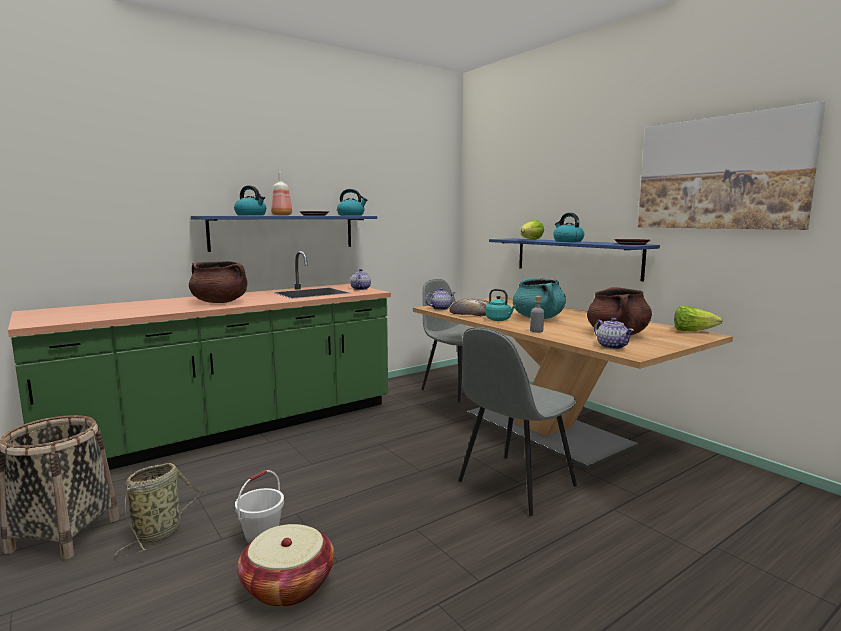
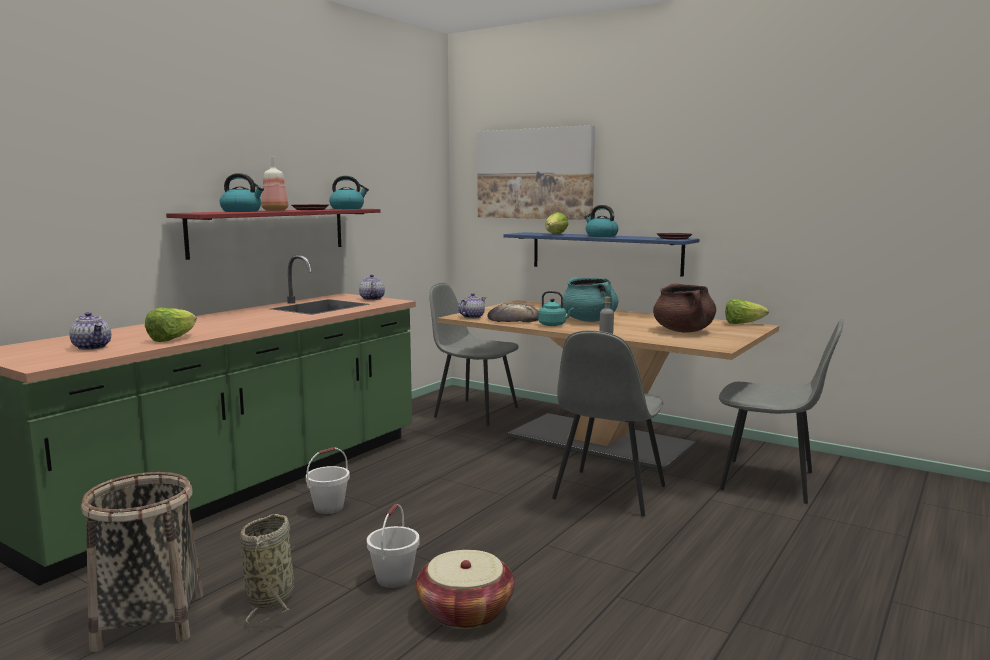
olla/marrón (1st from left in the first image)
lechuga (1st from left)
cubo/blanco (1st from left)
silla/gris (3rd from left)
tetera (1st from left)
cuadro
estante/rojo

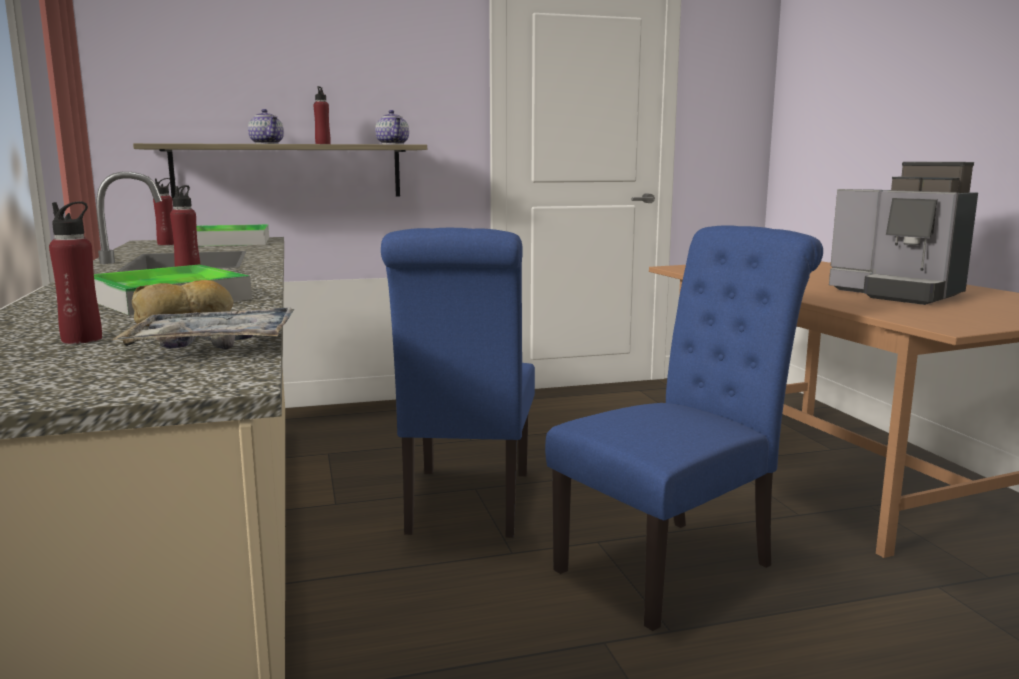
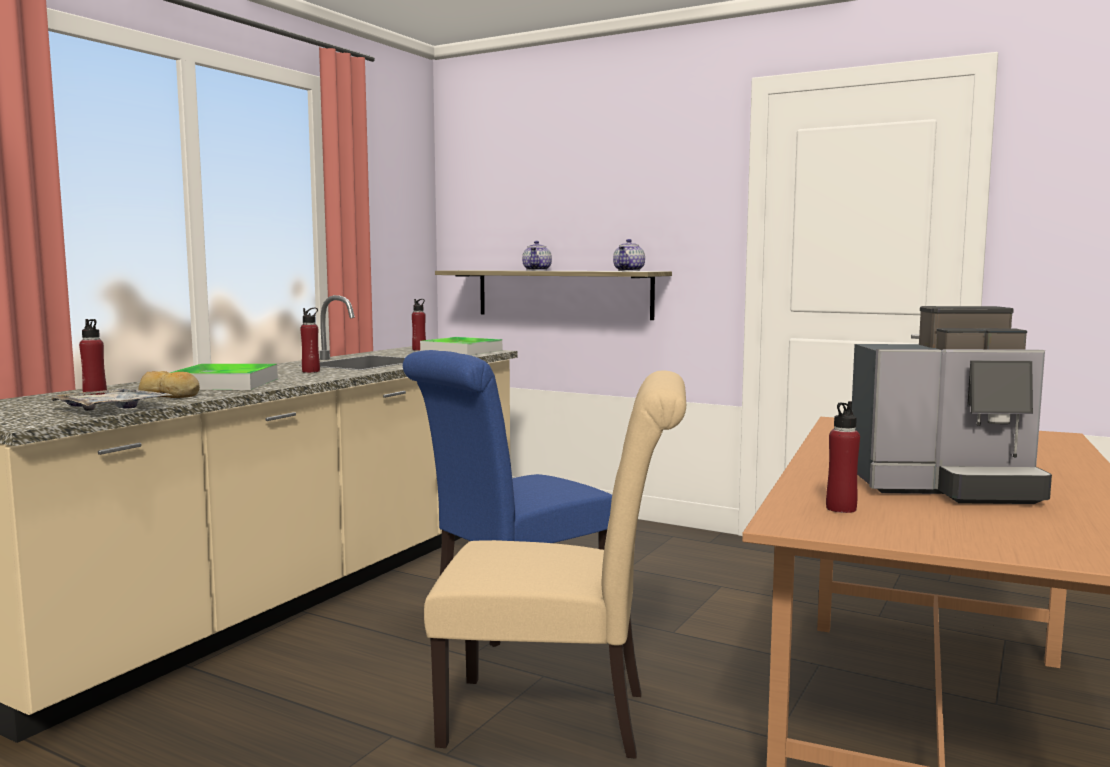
botella/rojo (4th from left)
silla/beis
cafetera

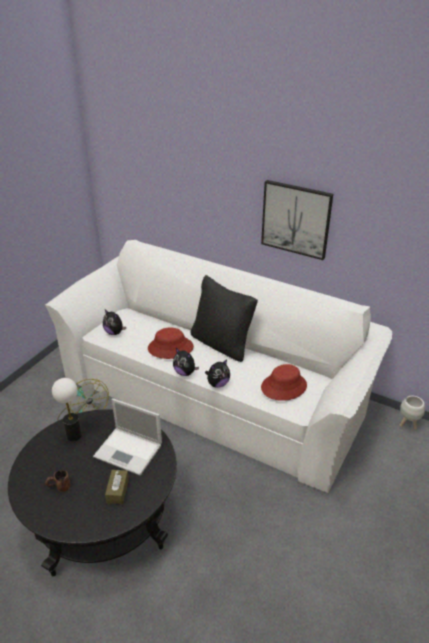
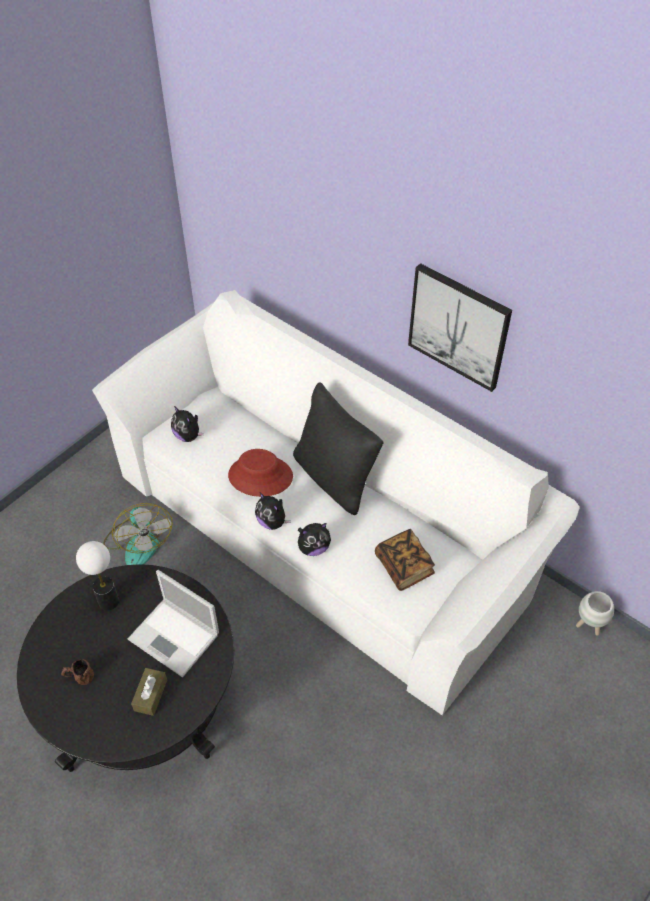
libro

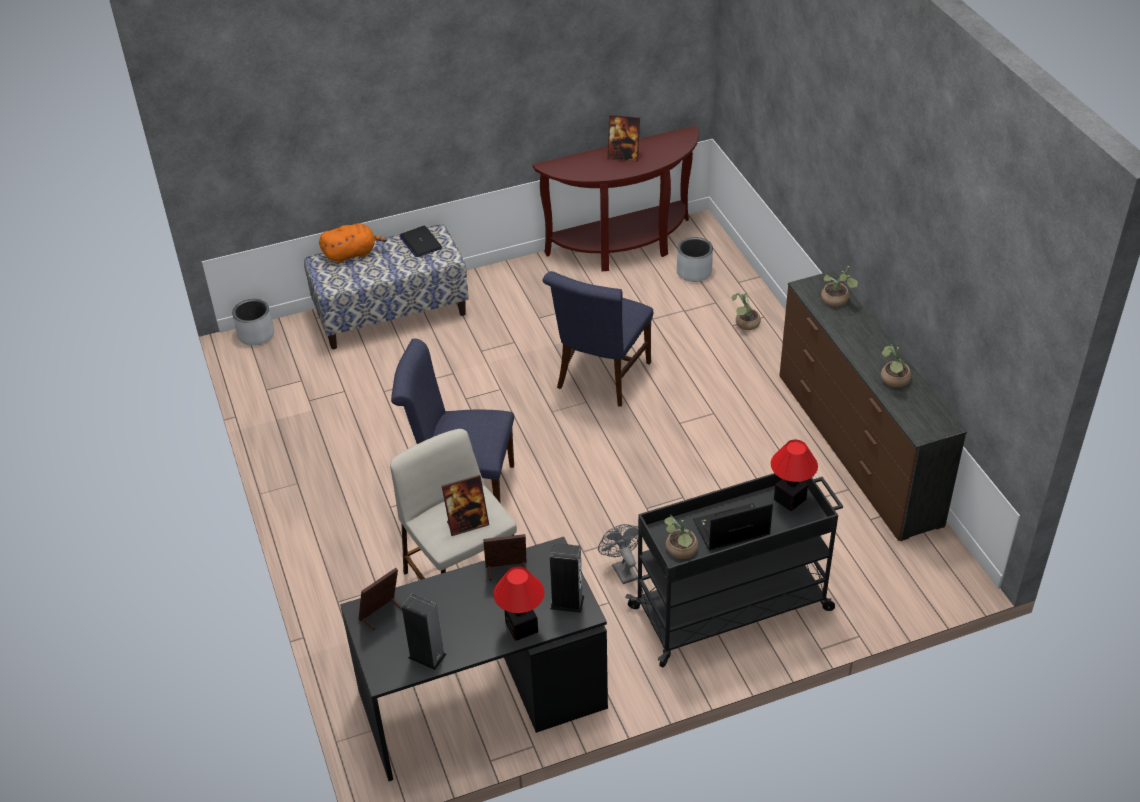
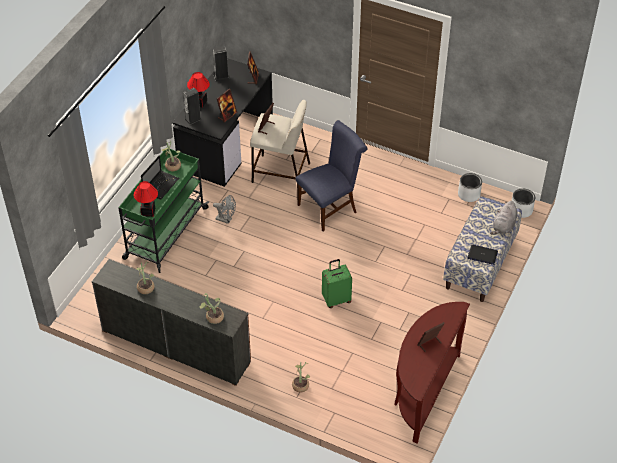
maceta/gris (1st from left)
maleta/verde
peluche/gris
carrito/verde

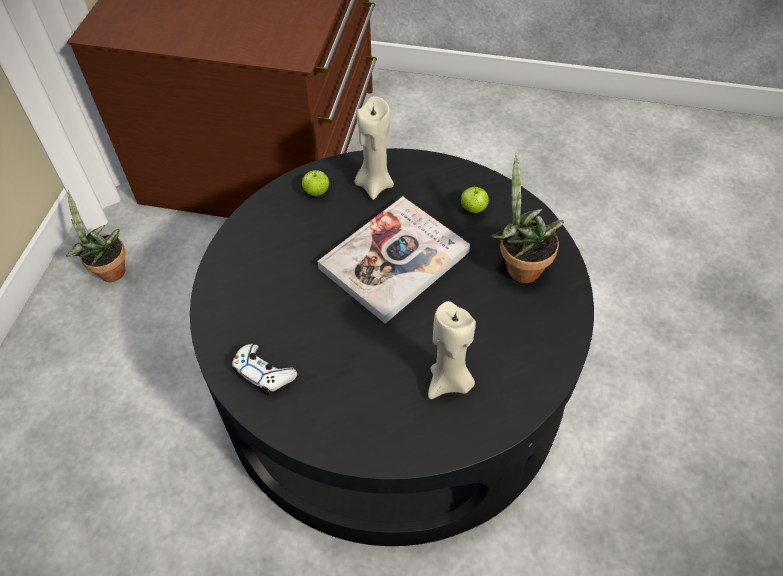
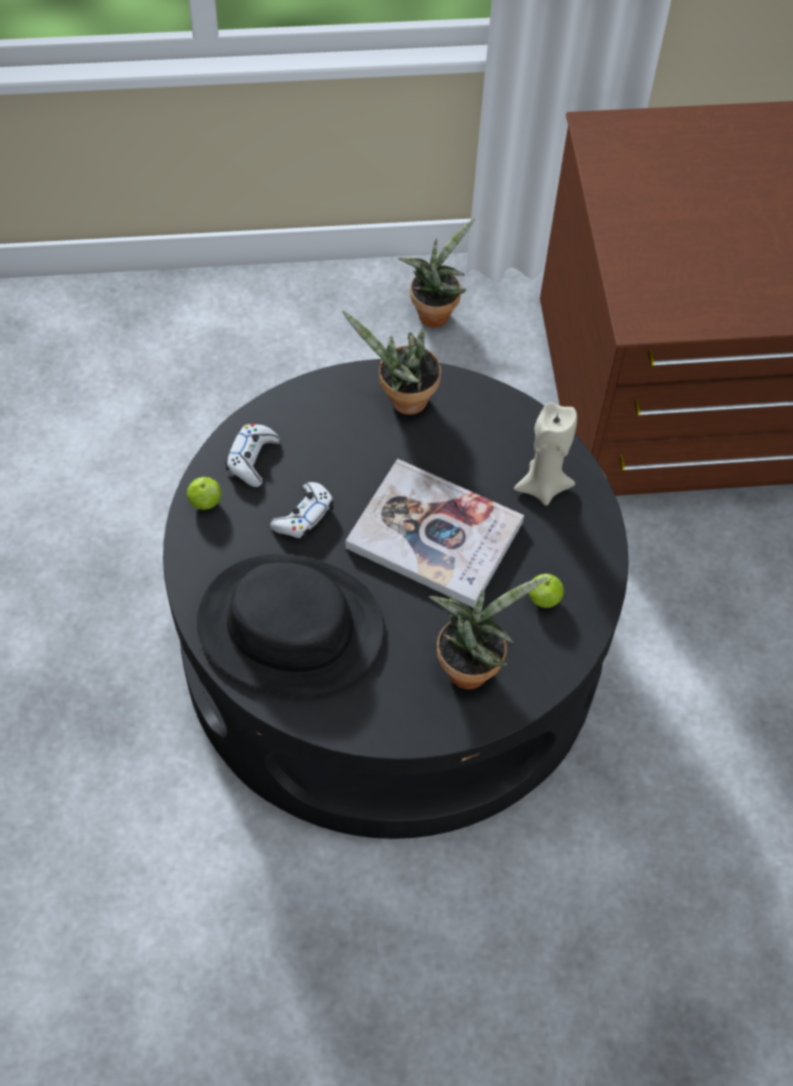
mando de consola/blanco (2nd from left)
planta en maceta (1st from left)
manzana (1st from left)
sombrero/negro

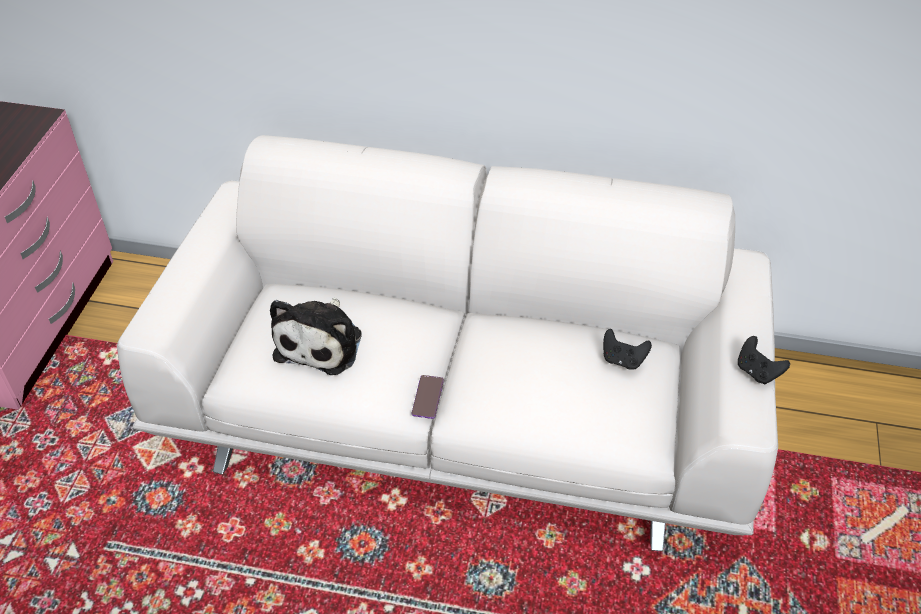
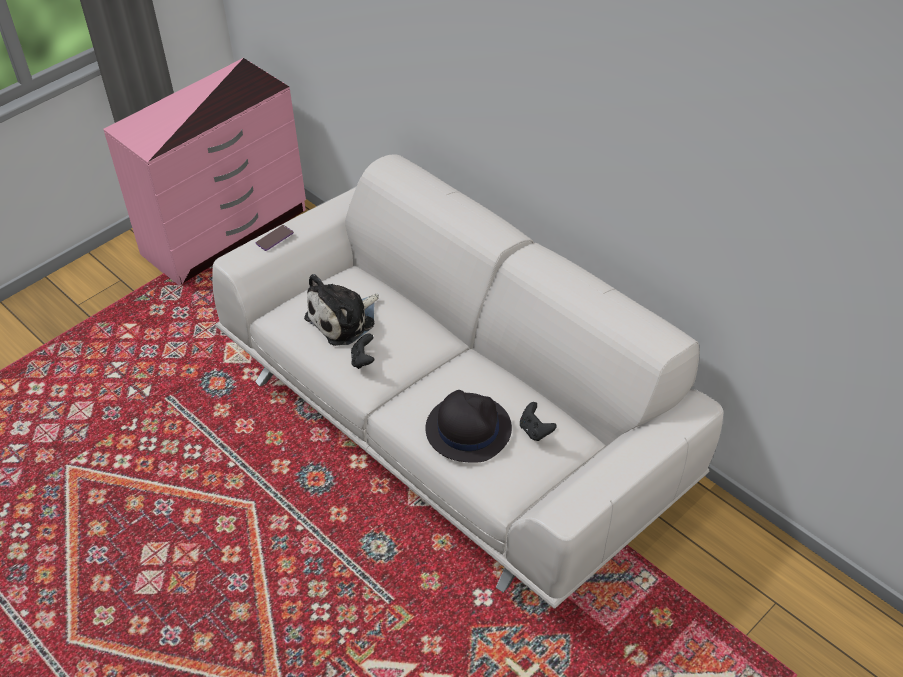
sombrero/negro
móvil
mando de consola/negro (1st from left)

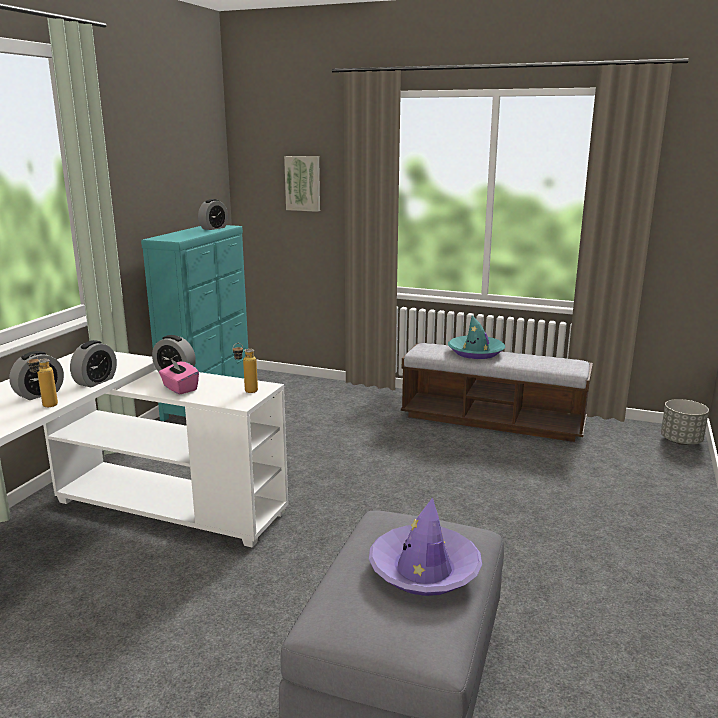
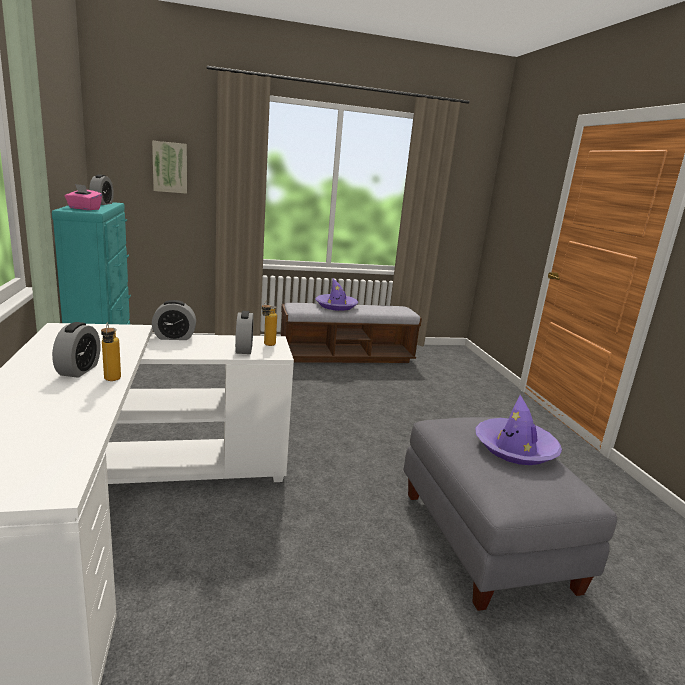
maceta/gris
despertador (4th from left)
caja de pañuelos/rosa
sombrero/morado (1st from left)

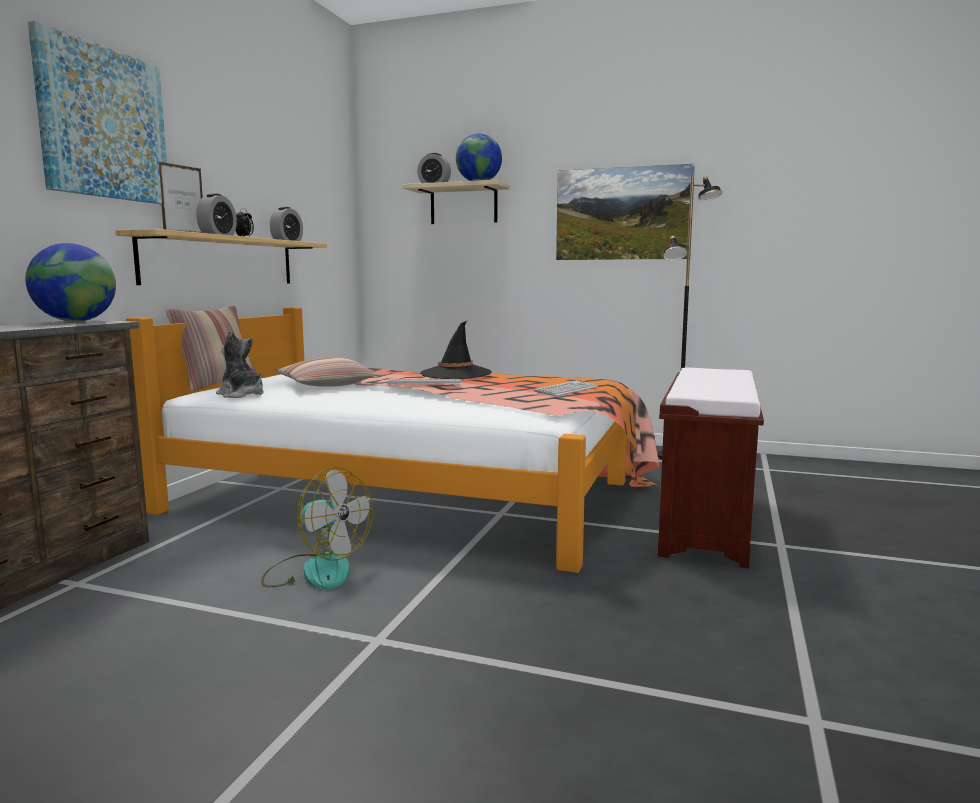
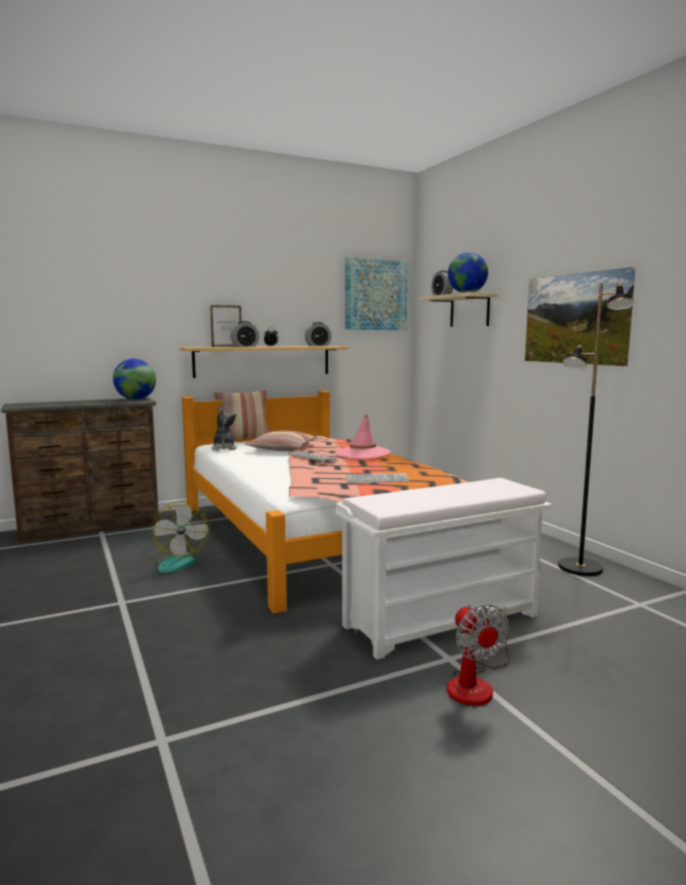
ventilador (2nd from left)
cuadro (1st from left)
sombrero/rosa
banco/blanco

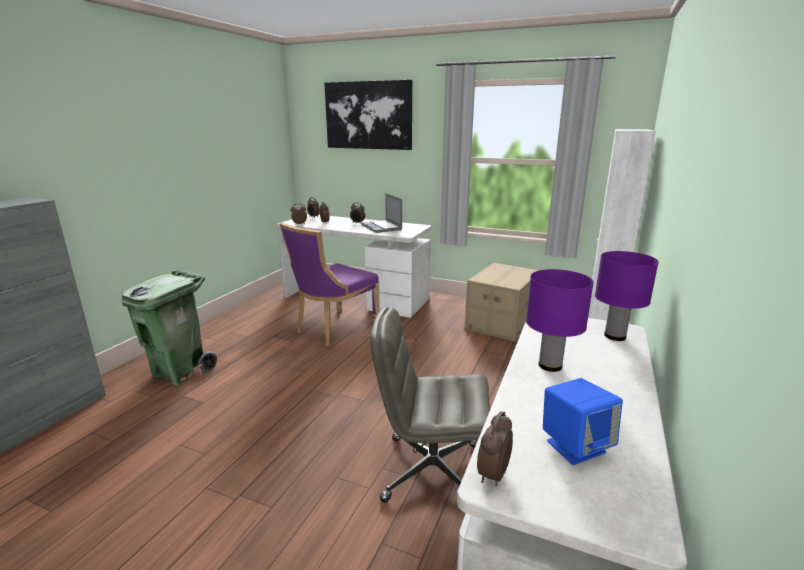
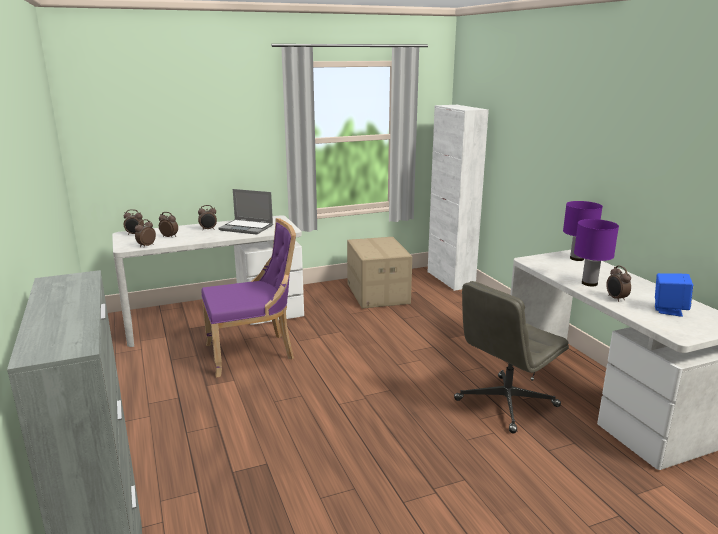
papelera/verde
cuadro
despertador (5th from left)
silla/morado

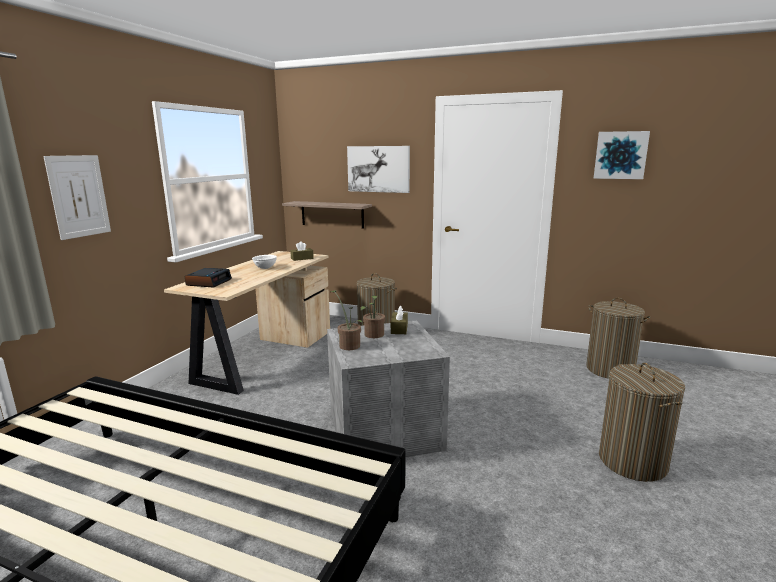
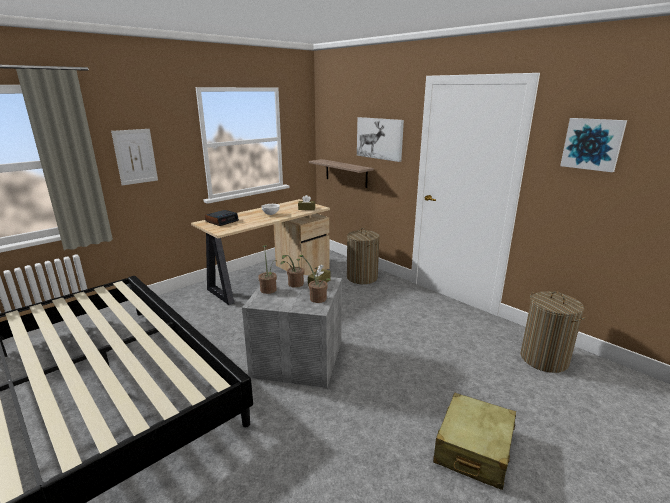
planta en maceta (3rd from left)
maleta/beis

